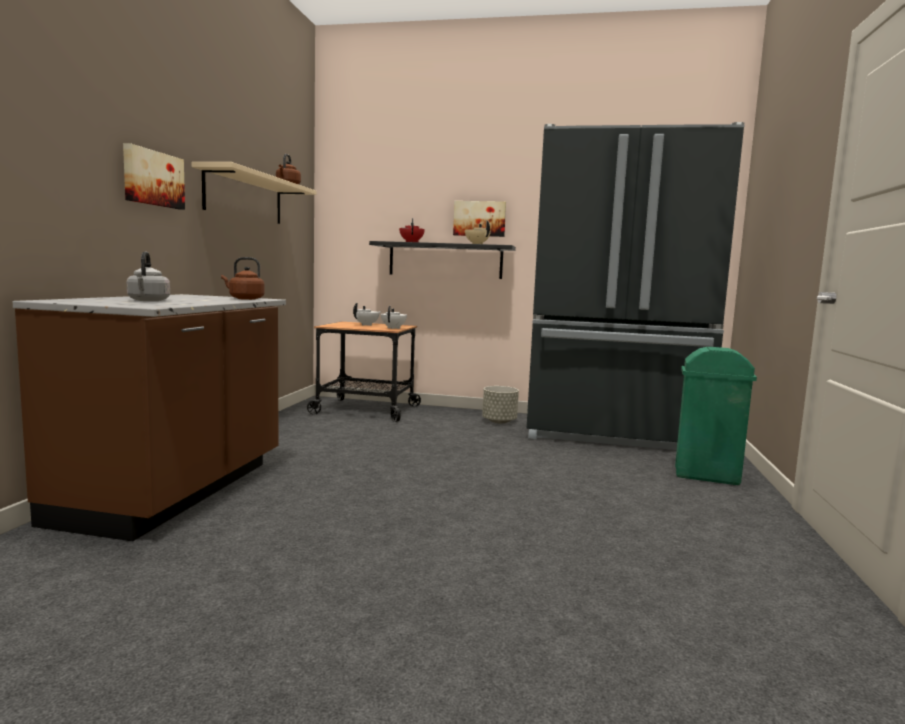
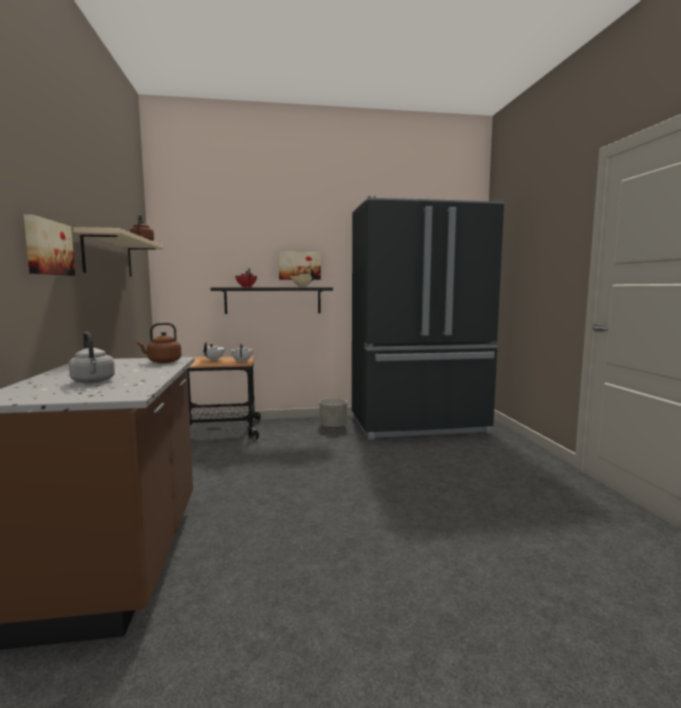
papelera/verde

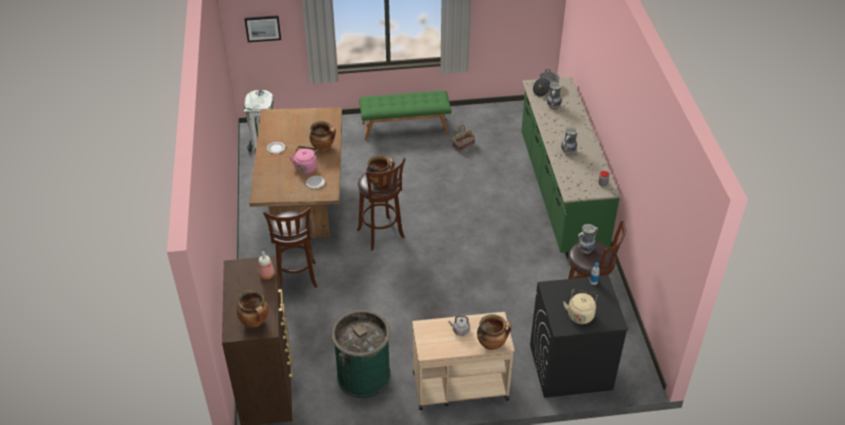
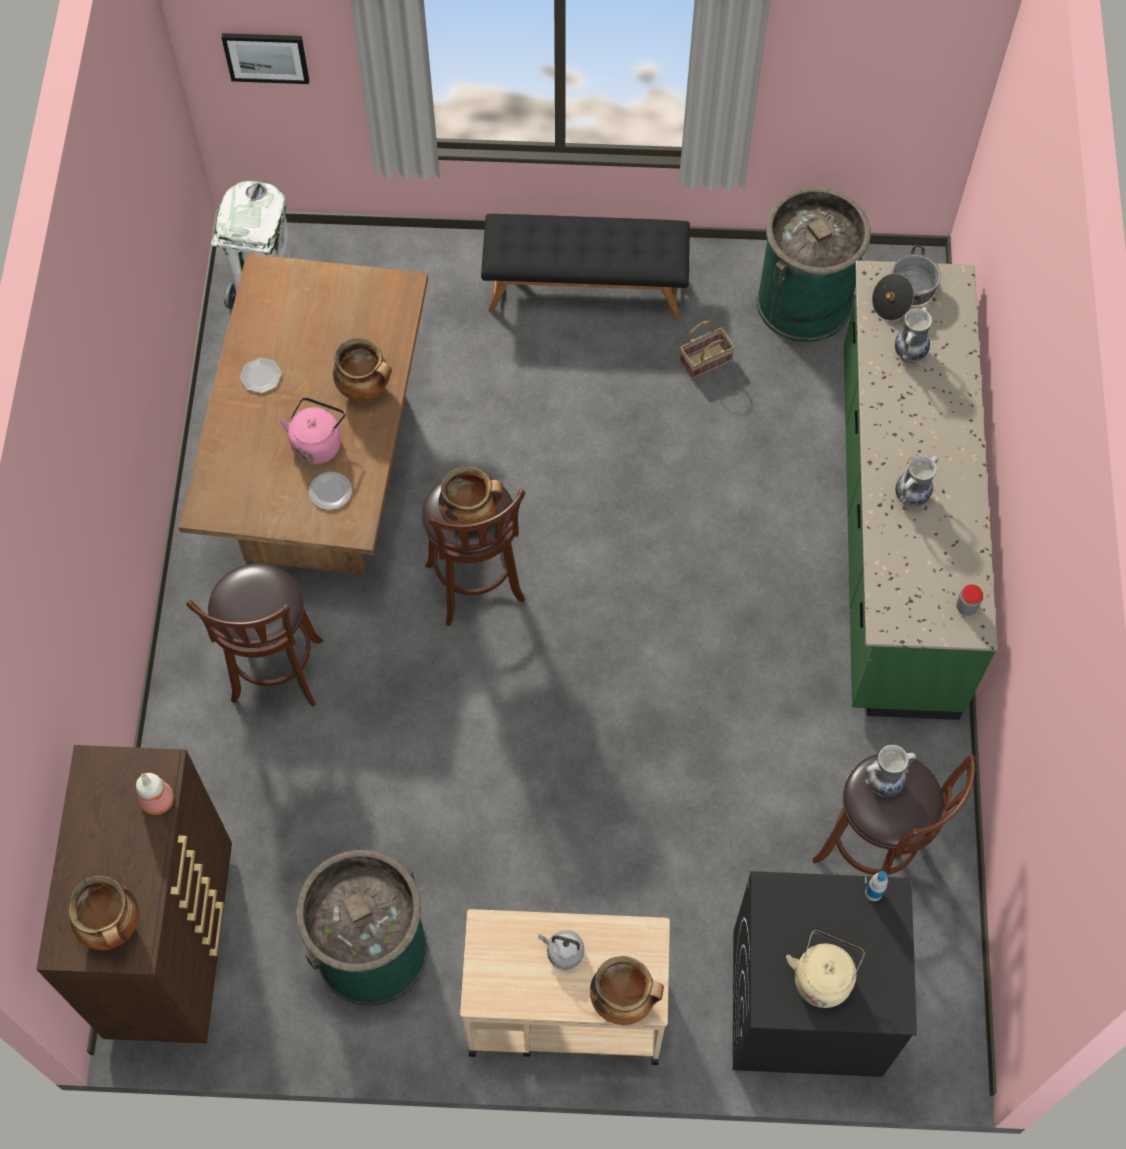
papelera/verde (2nd from left)
banco/negro

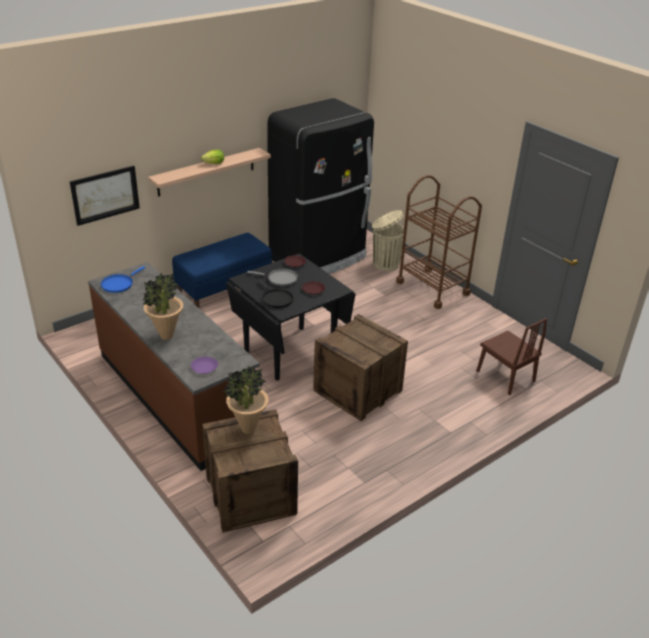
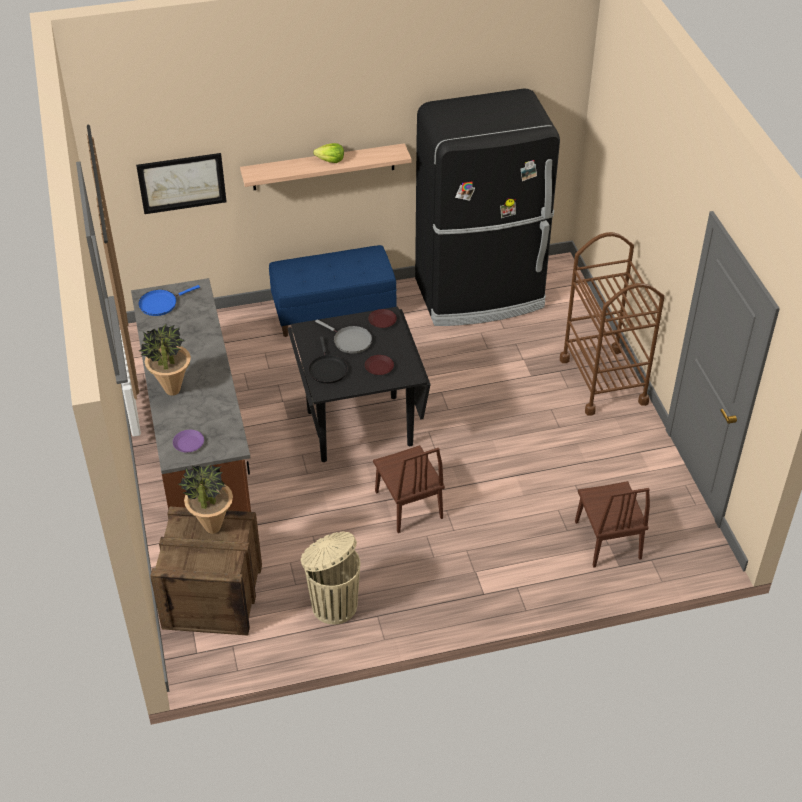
papelera/beis
silla/marrón (1st from left)

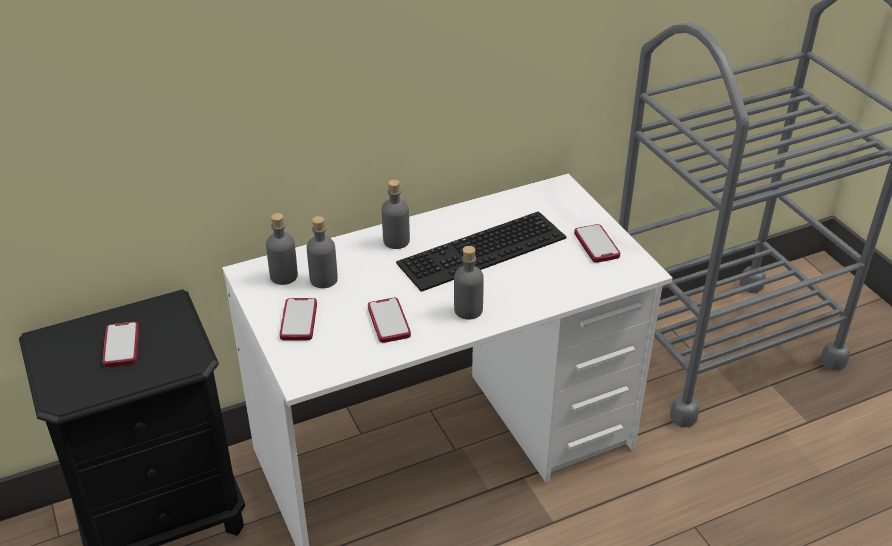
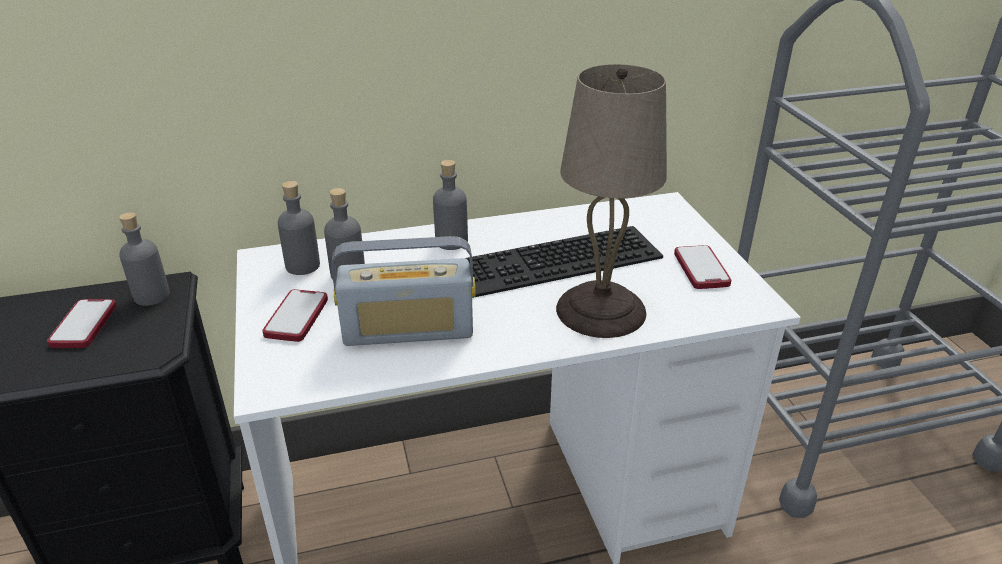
lámpara de mesa/beis
botella/gris (1st from left)
radio

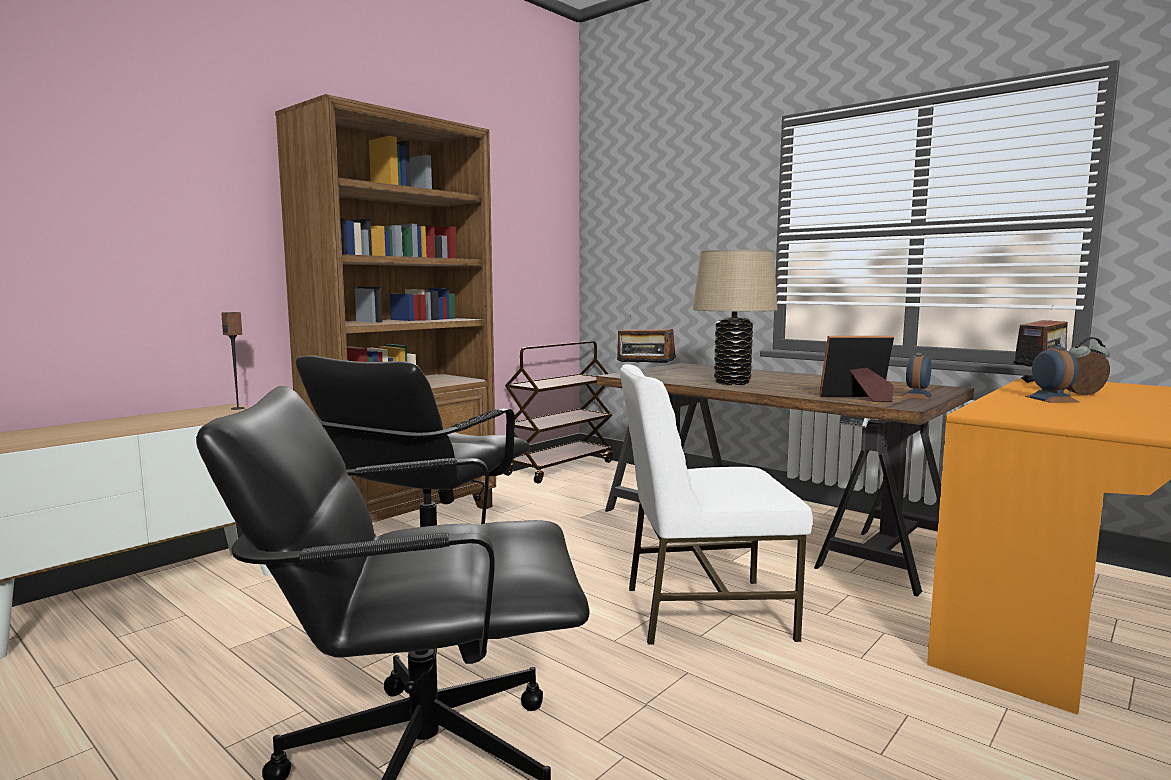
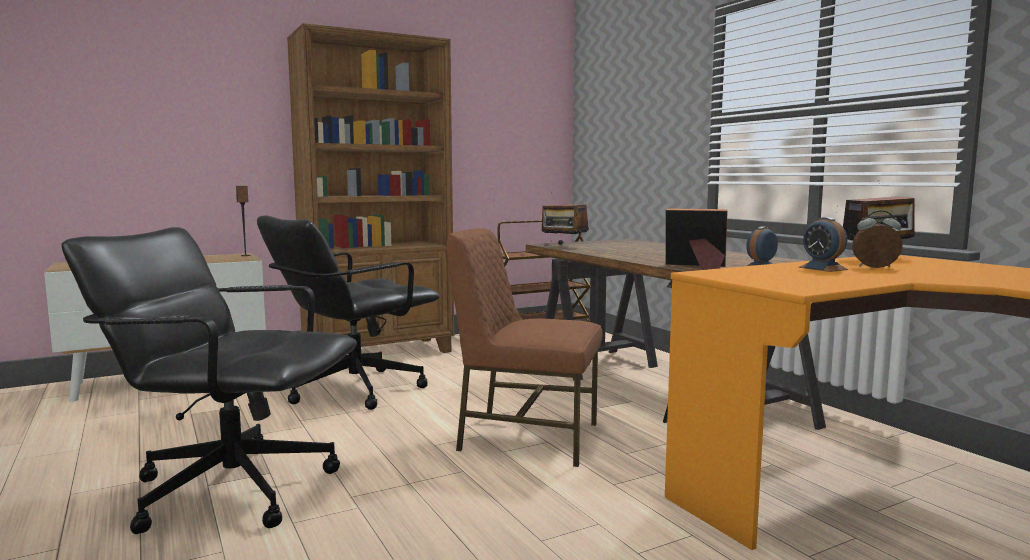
lámpara de mesa/beis
silla/marrón
despertador (2nd from left)

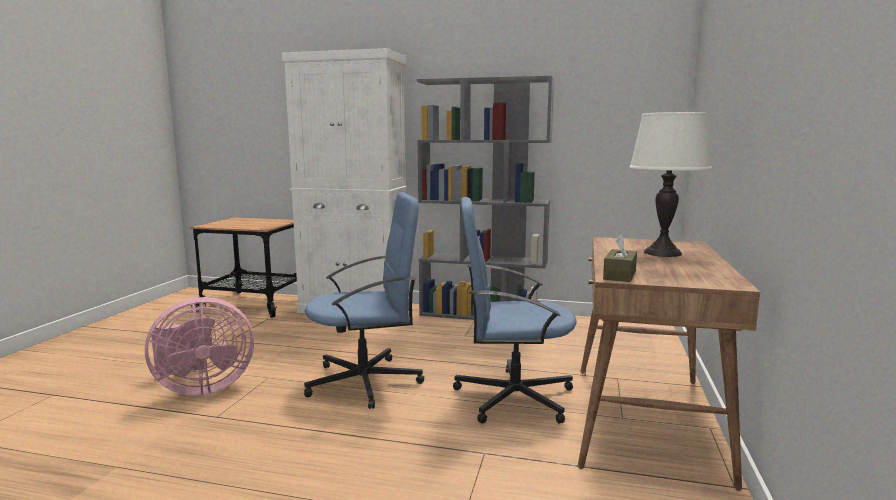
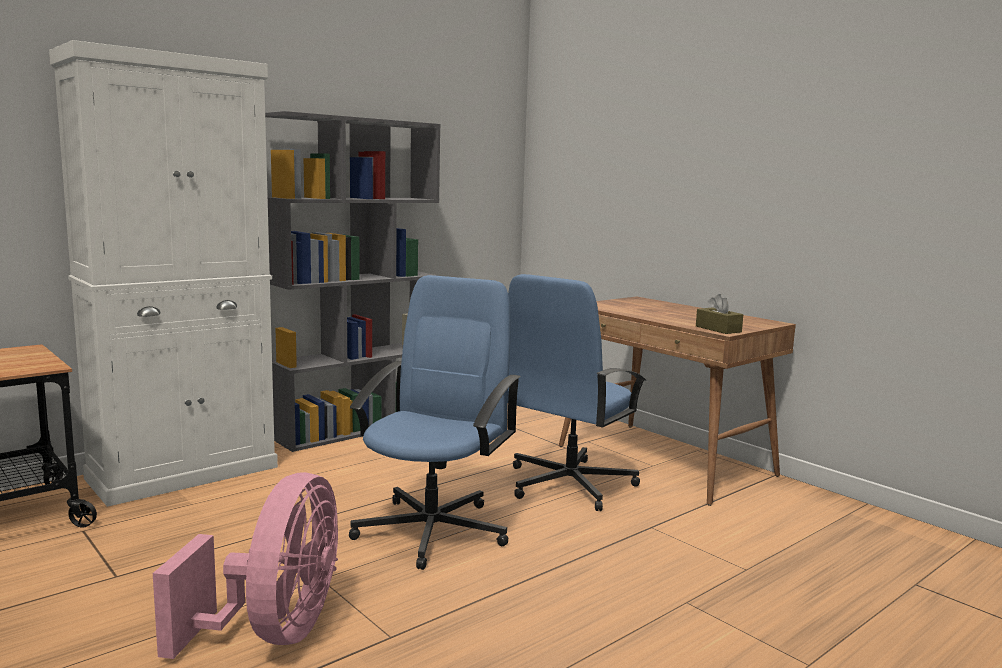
lámpara de mesa/blanco

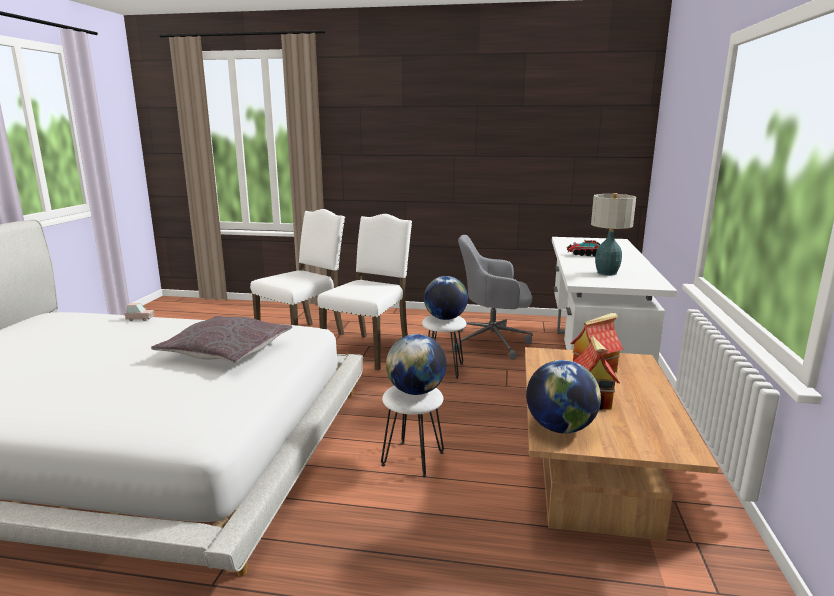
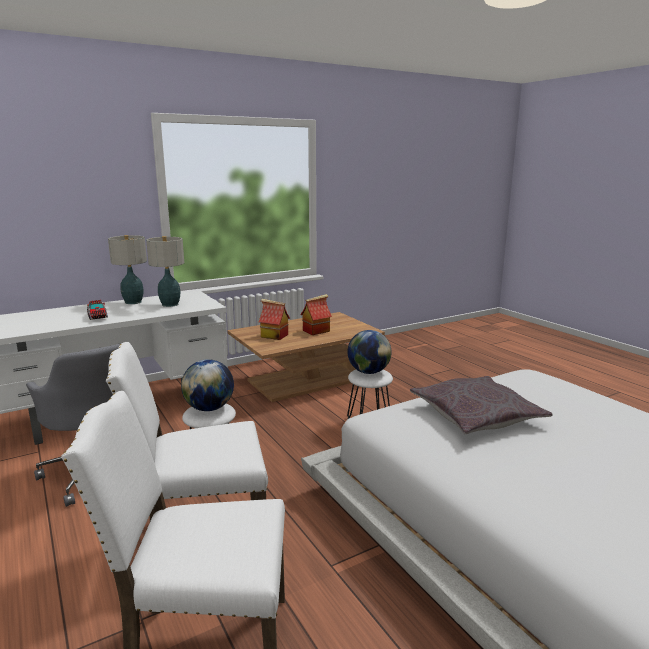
coche de juguete/rosa
globo terráqueo (3rd from left in the first image)
lámpara de mesa (1st from left)

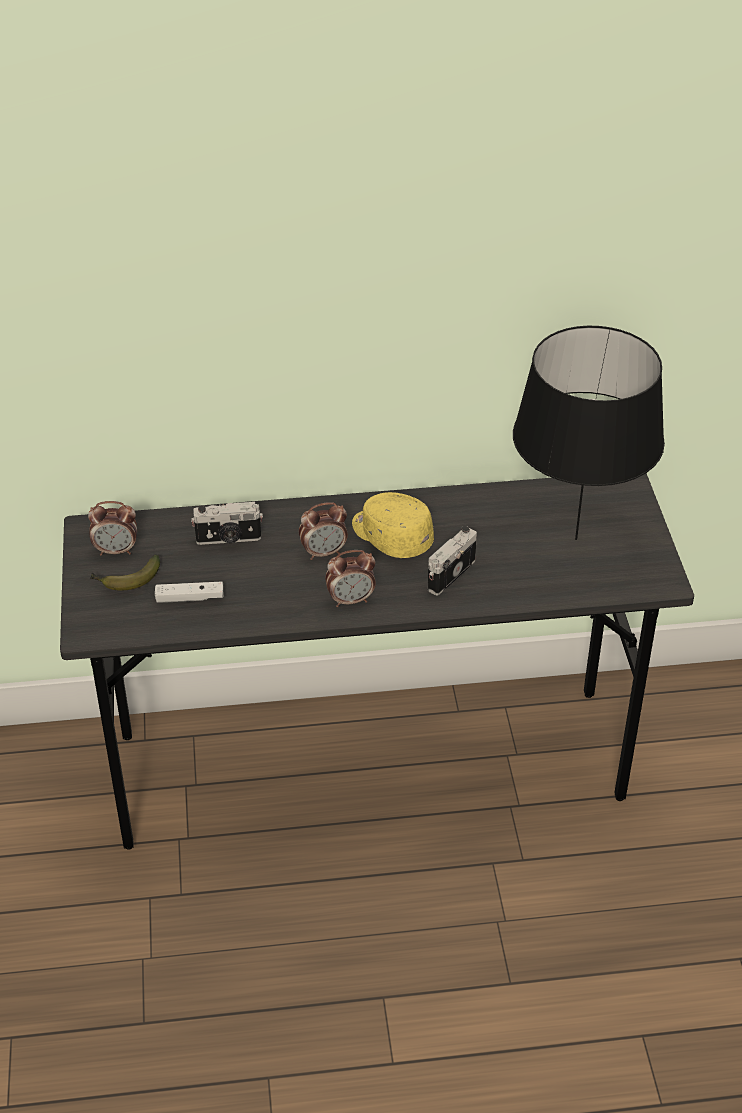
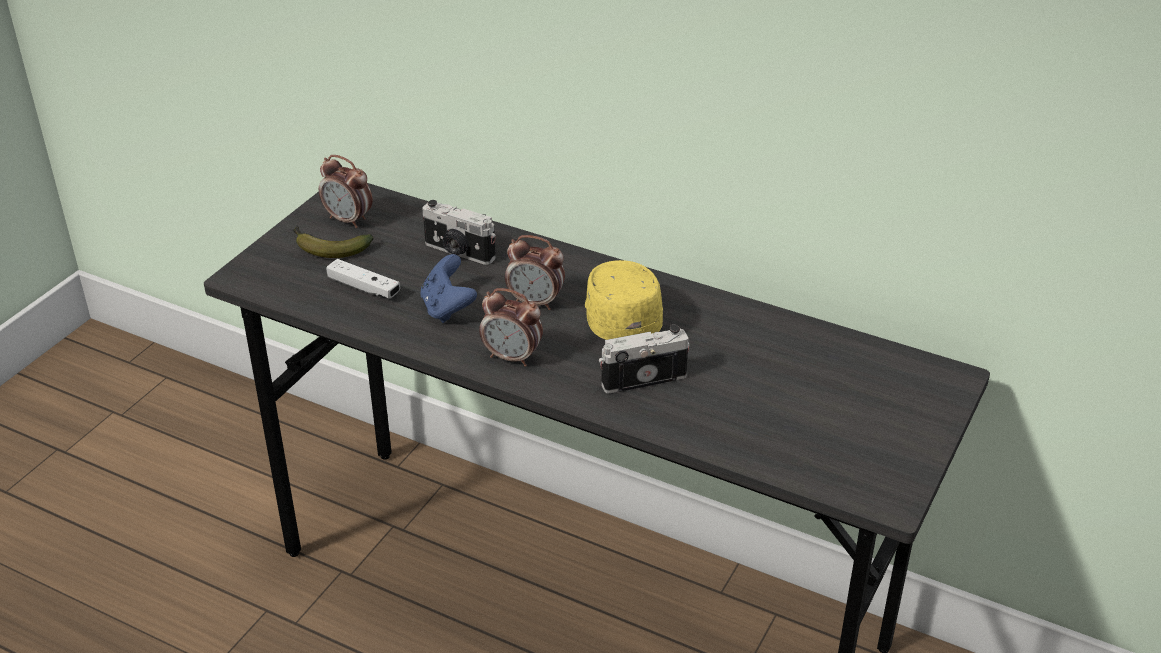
lámpara de mesa/negro
mando de consola/azul

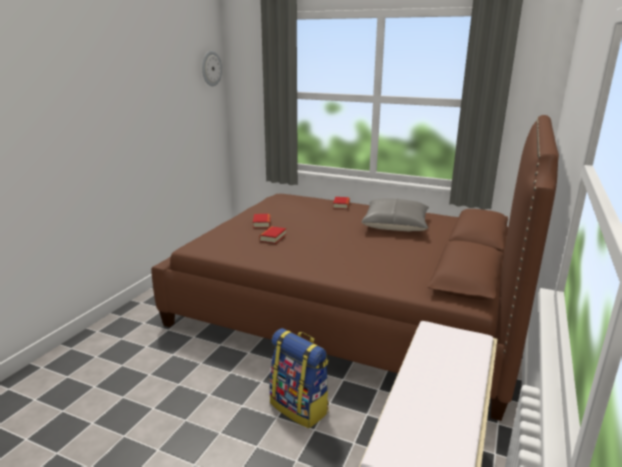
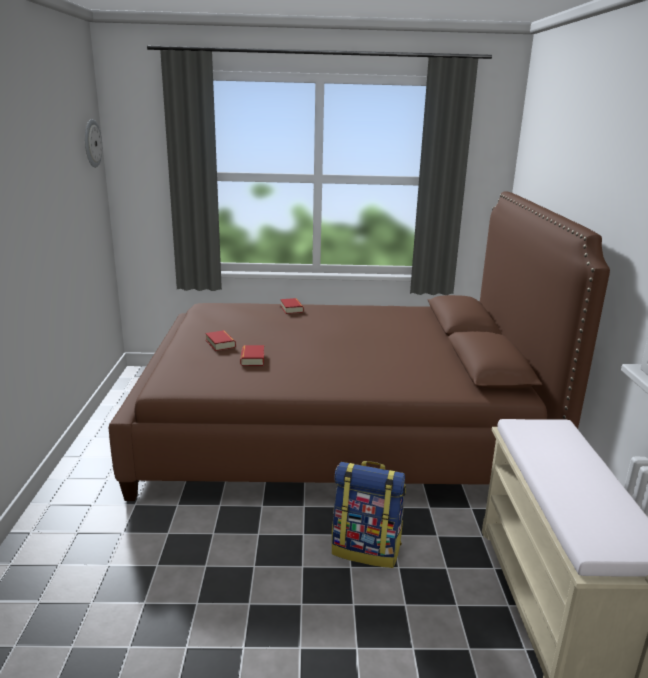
cojín/gris

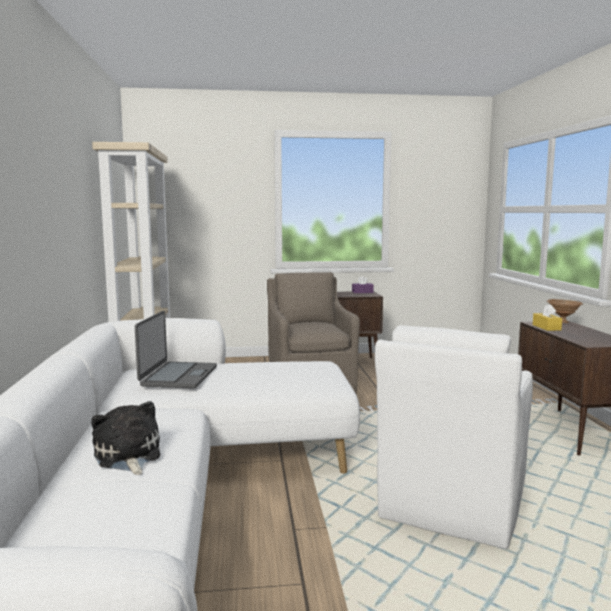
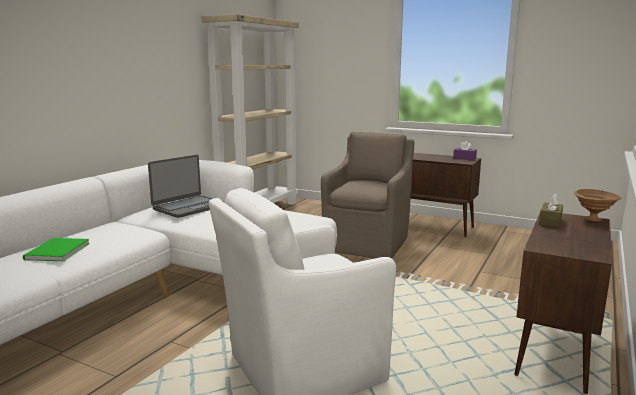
libro/verde
caja de pañuelos/marrón

